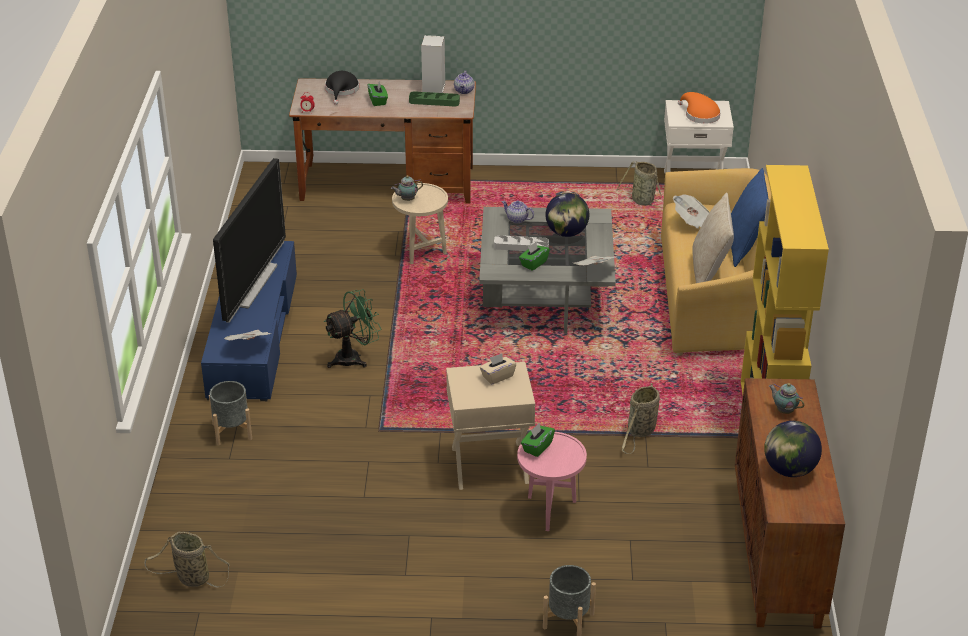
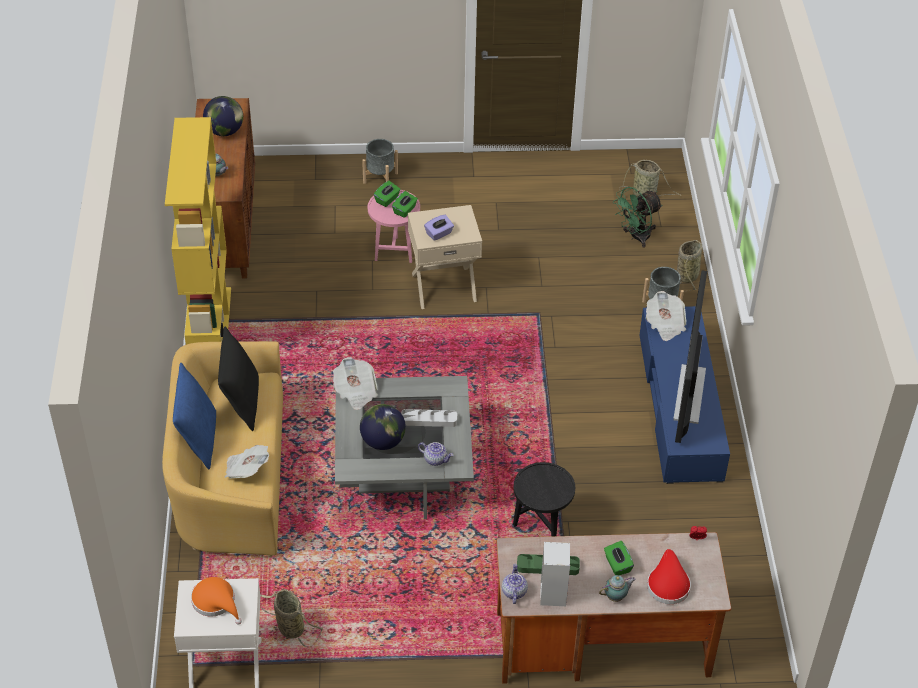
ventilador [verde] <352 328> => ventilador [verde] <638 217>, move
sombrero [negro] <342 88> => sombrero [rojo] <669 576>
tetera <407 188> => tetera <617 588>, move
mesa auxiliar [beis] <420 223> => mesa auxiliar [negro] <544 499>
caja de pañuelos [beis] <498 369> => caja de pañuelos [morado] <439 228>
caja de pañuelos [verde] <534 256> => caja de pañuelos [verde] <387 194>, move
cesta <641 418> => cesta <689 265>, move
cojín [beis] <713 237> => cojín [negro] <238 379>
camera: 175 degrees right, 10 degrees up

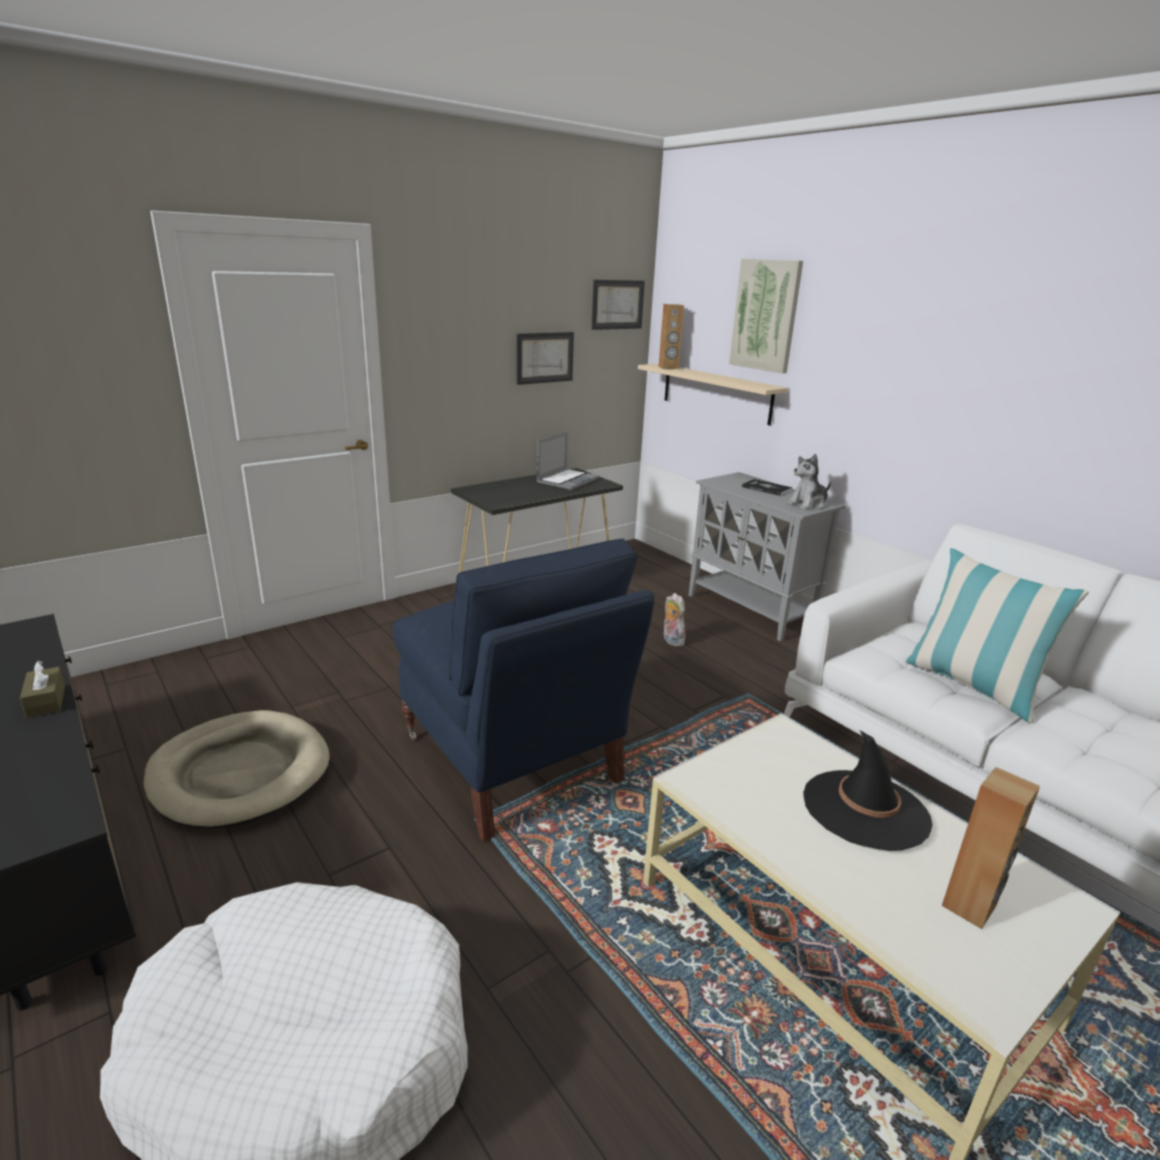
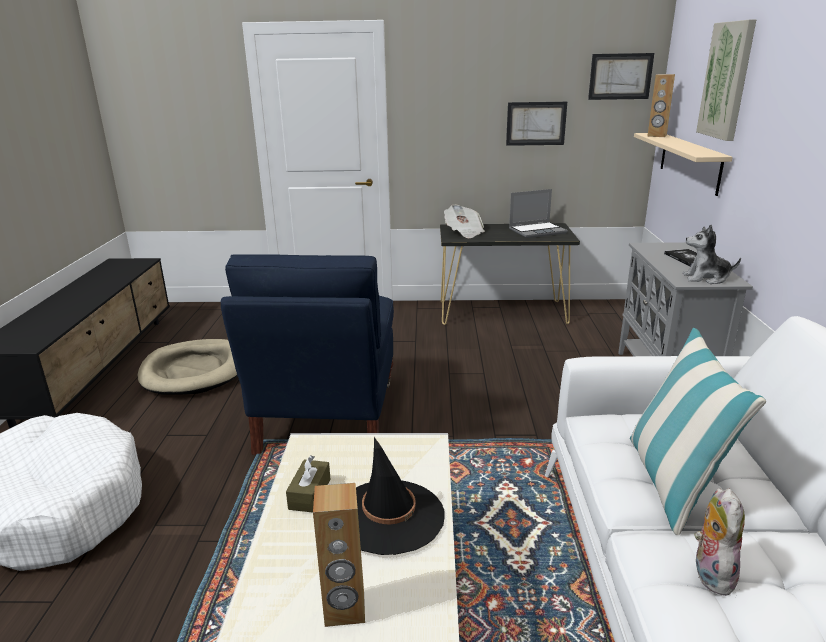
caja de pañuelos [marrón] <42 689> => caja de pañuelos [marrón] <308 484>, move
peluche <674 619> => peluche <719 542>, move
nothing => periódico <464 221>
camera: 40 degrees right, 0 degrees up

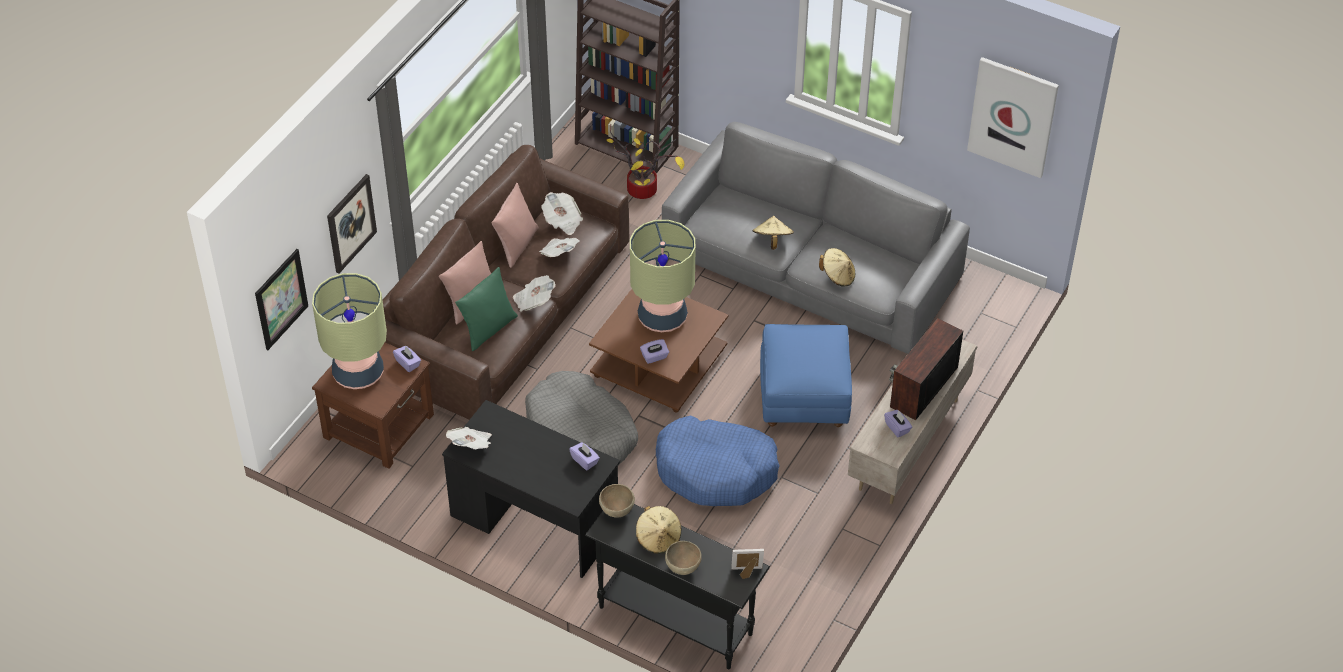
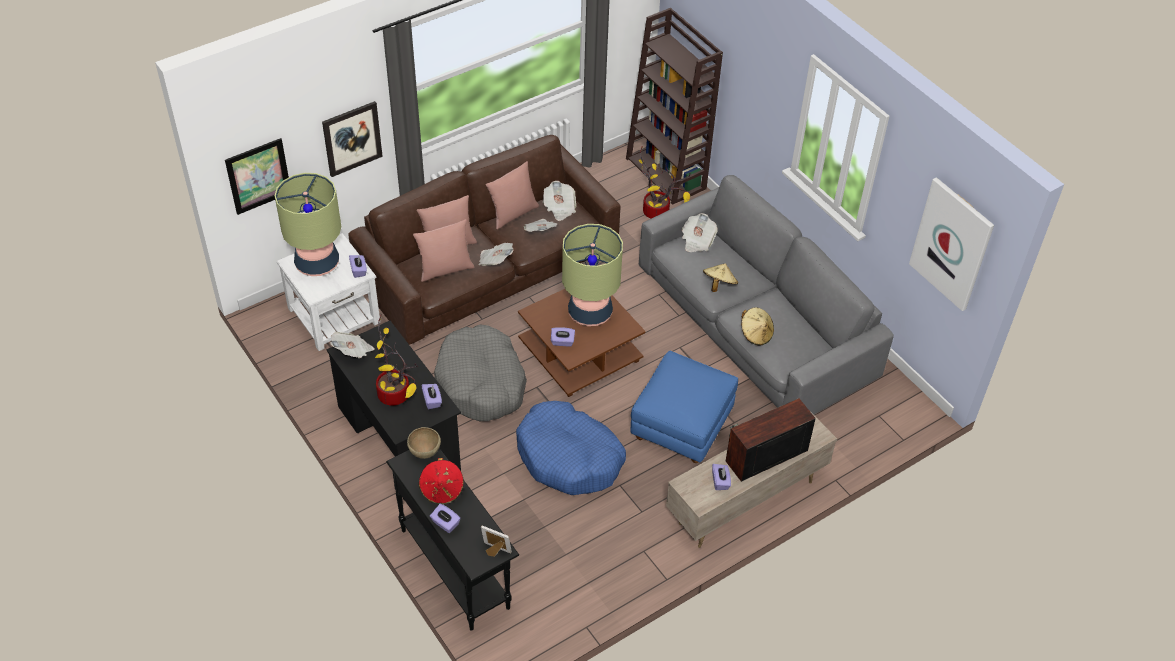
mesa auxiliar [marrón] <373 405> => mesa auxiliar [blanco] <328 292>
cojín [verde] <486 309> => cojín [rosa] <444 250>
sombrero [beis] <659 530> => sombrero [rojo] <441 481>
cuenco [marrón] <683 558> => caja de pañuelos [morado] <445 518>
nothing => planta en maceta <396 360>
nothing => periódico <700 232>
camera: 25 degrees right, 0 degrees up

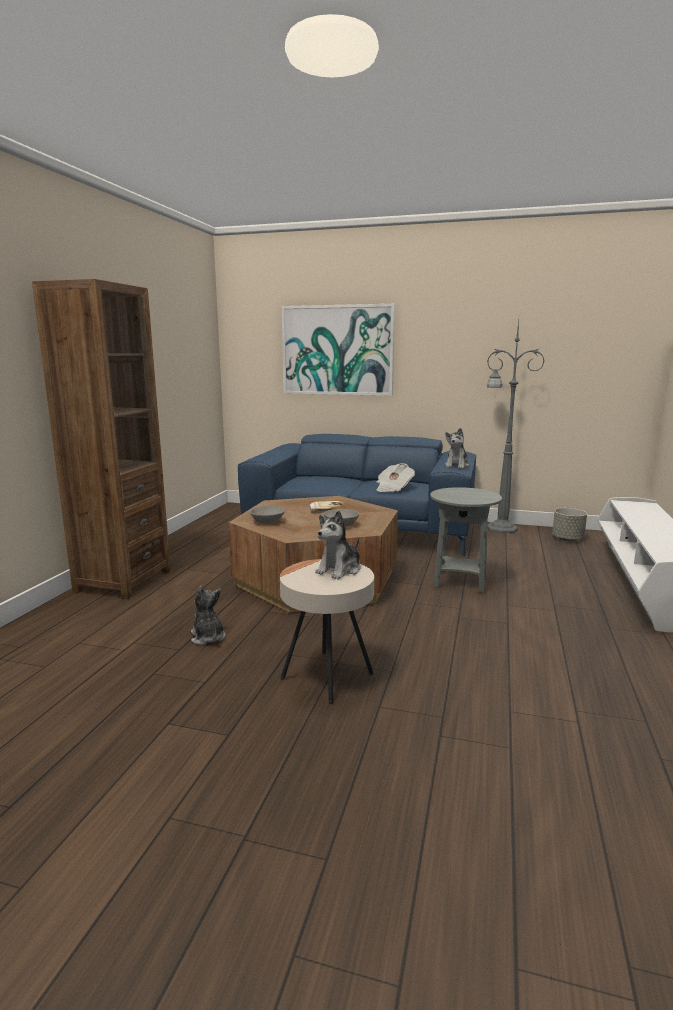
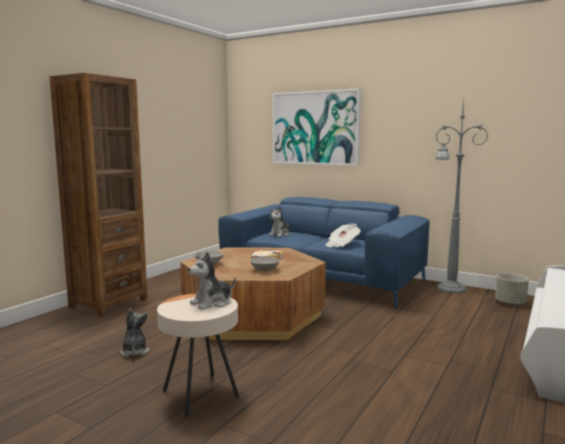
mesa auxiliar [gris] <466 540> => nothing
peluche <457 448> => peluche <279 221>, move
camera: 15 degrees right, 5 degrees down

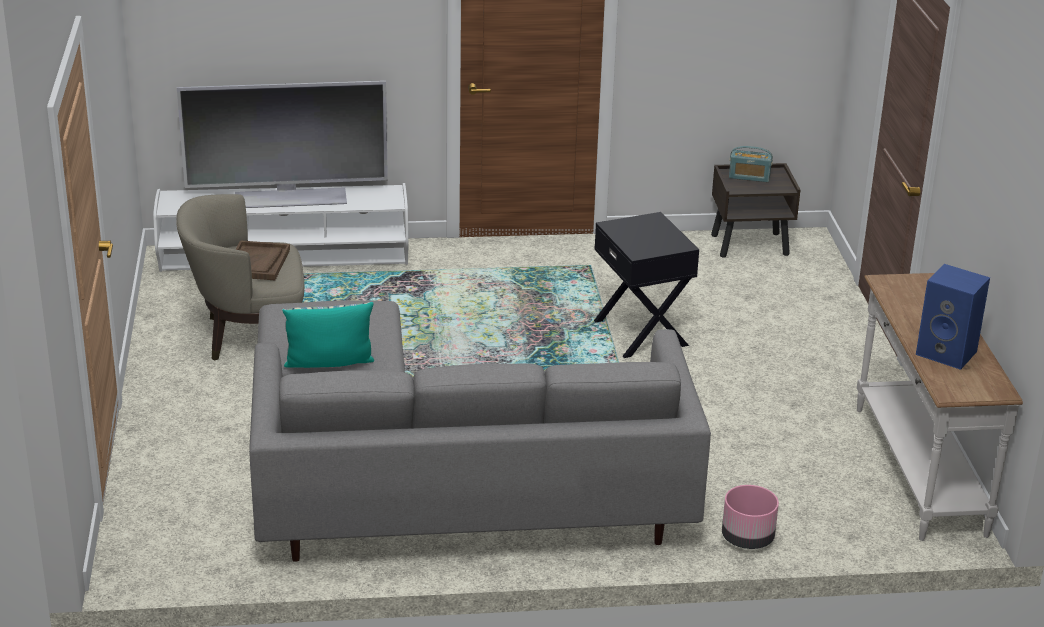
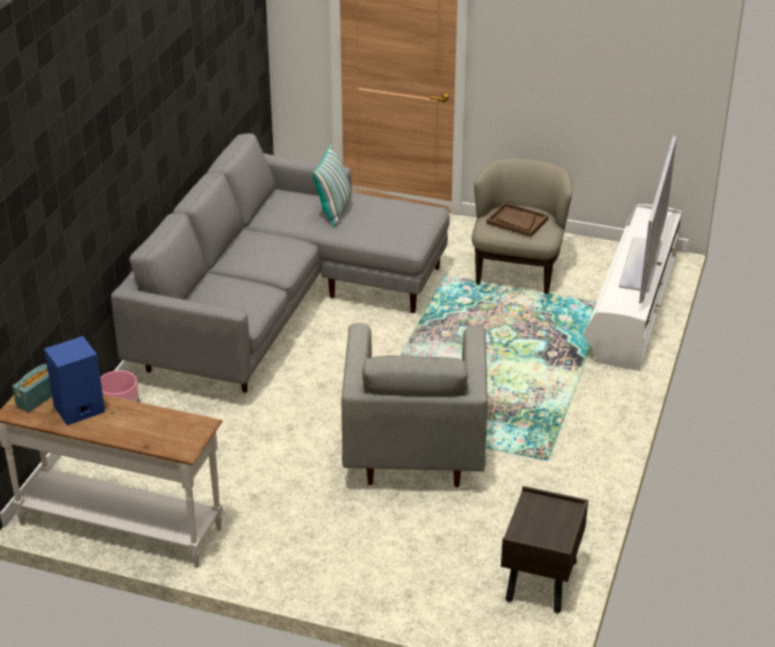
mesa auxiliar [negro] <646 285> => sillón [gris] <414 405>
radio <751 164> => radio <32 388>, move
camera: 115 degrees right, 5 degrees up

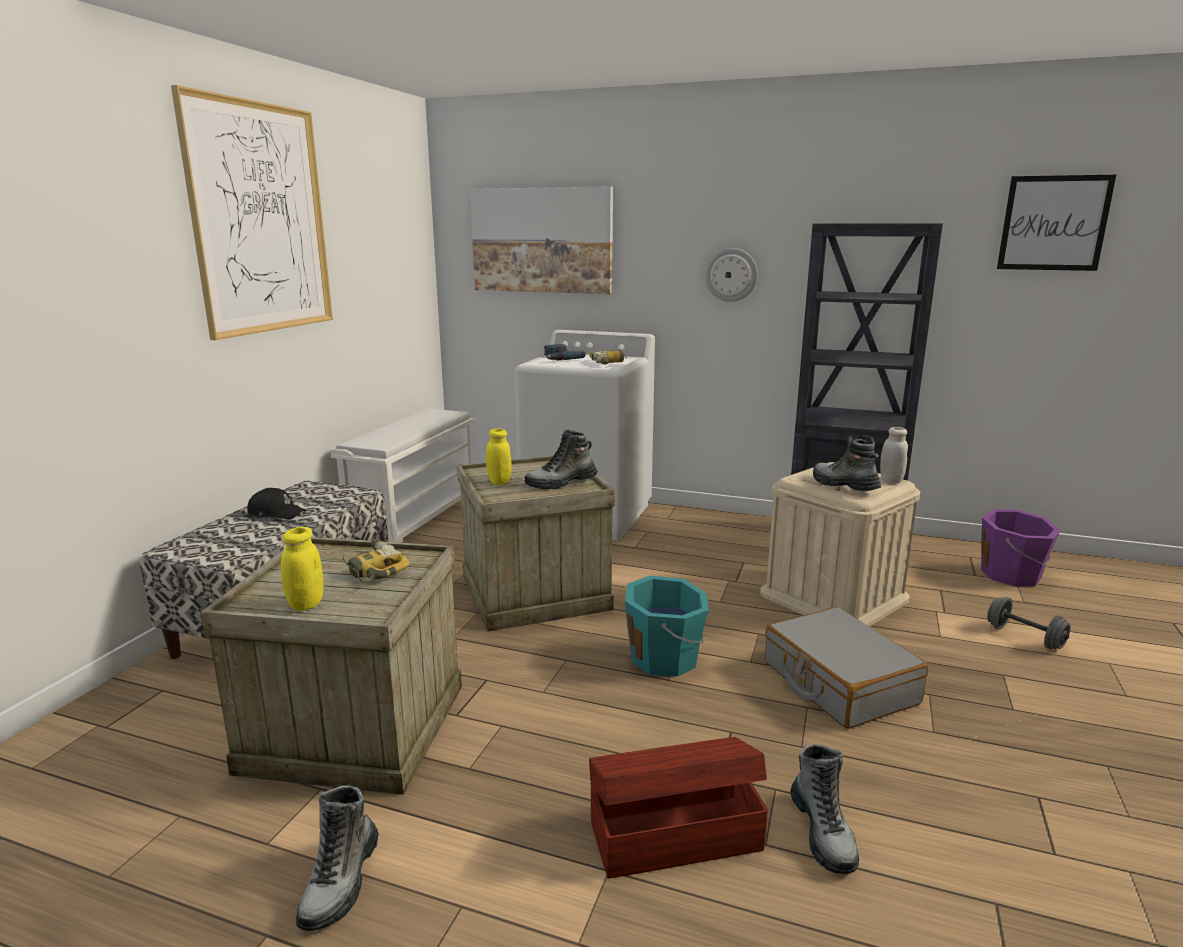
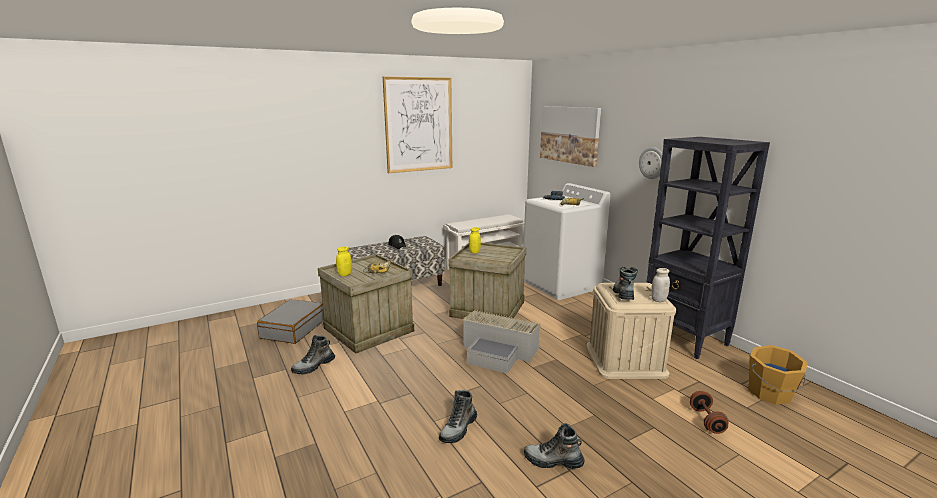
bota <561 459> => bota <554 446>, move
caja de almacenaje [marrón] <678 808> => nothing
cubo [turquesa] <667 626> => caja de almacenaje [gris] <501 342>
maleta [gris] <846 668> => maleta [gris] <290 321>, move
cubo [morado] <1020 547> => cubo [naranja] <778 375>
mancuerna [gris] <1029 623> => mancuerna [marrón] <709 412>
cuadro <1056 223> => nothing
camera: 40 degrees right, 0 degrees up

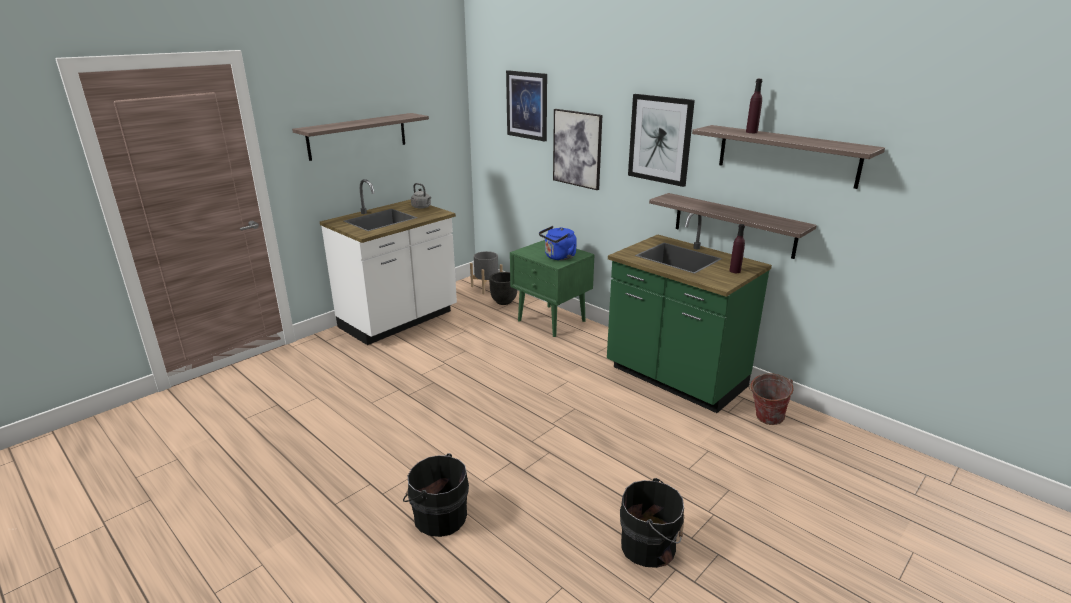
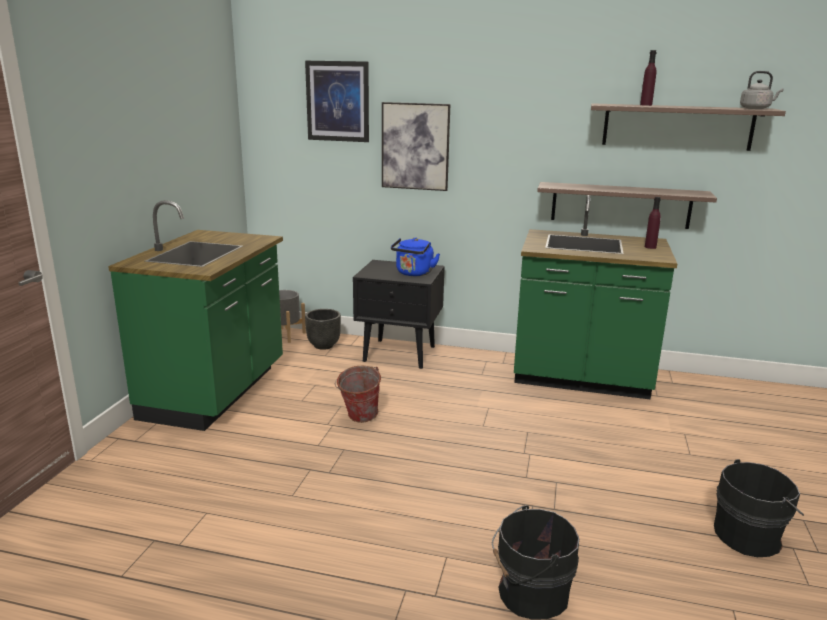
estante <360 137> => nothing
mueble bajo de cocina [blanco] <388 262> => mueble bajo de cocina [verde] <195 315>
hervidor [gris] <421 196> => hervidor [gris] <762 90>, move
mesita de noche [verde] <552 288> => mesita de noche [negro] <399 314>
cuadro <661 140> => nothing
cubo <771 399> => cubo <358 394>, move
camera: 30 degrees left, 5 degrees down

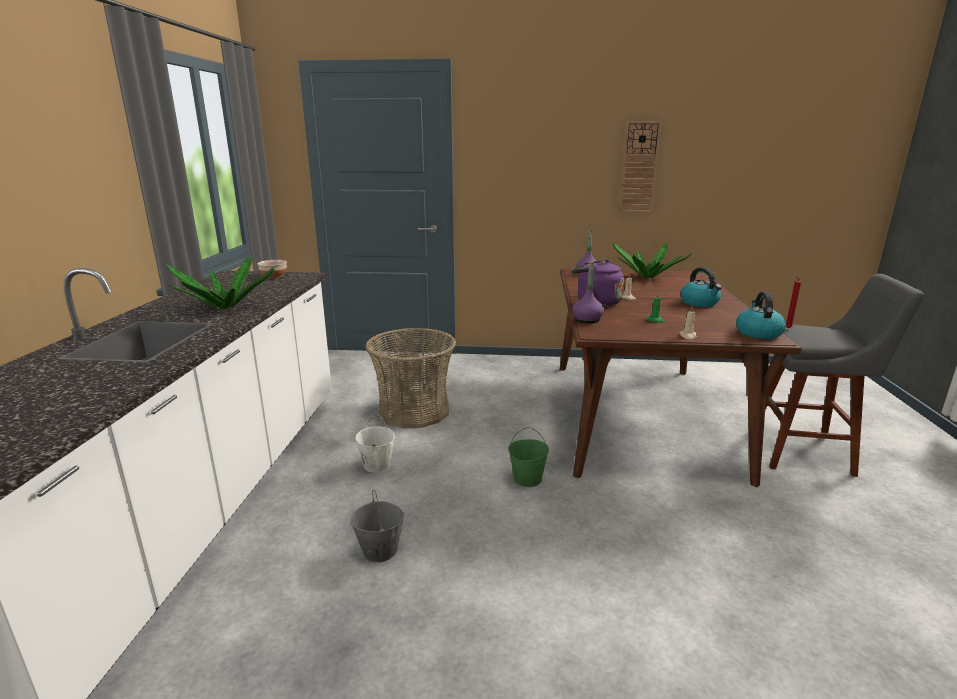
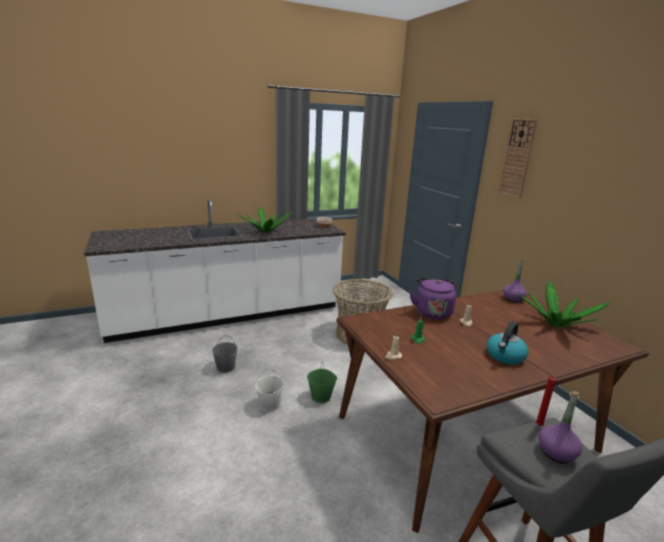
cubo [blanco] <375 444> => cubo [blanco] <269 390>, move
botella [morado] <588 292> => botella [morado] <560 427>, move
reloj de pared <640 166> => reloj de pared <517 158>, move
hervidor <761 315> => nothing
camera: 60 degrees right, 0 degrees up

